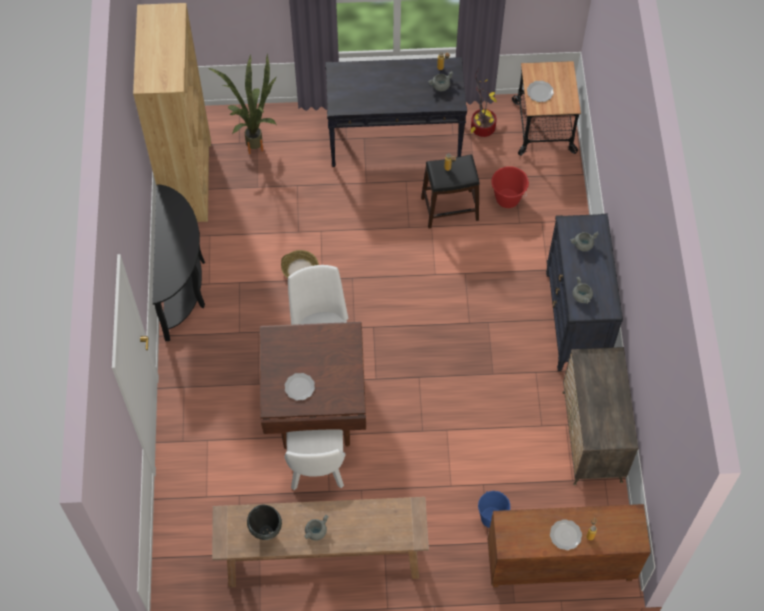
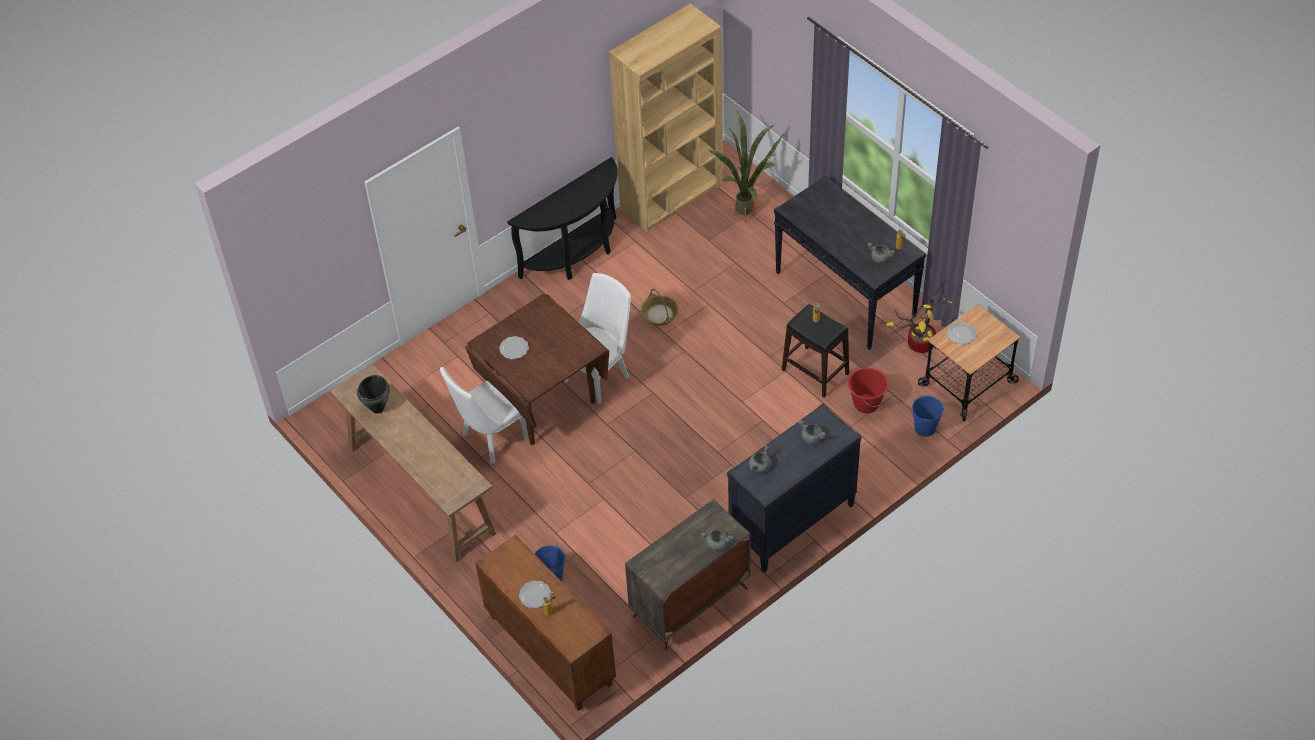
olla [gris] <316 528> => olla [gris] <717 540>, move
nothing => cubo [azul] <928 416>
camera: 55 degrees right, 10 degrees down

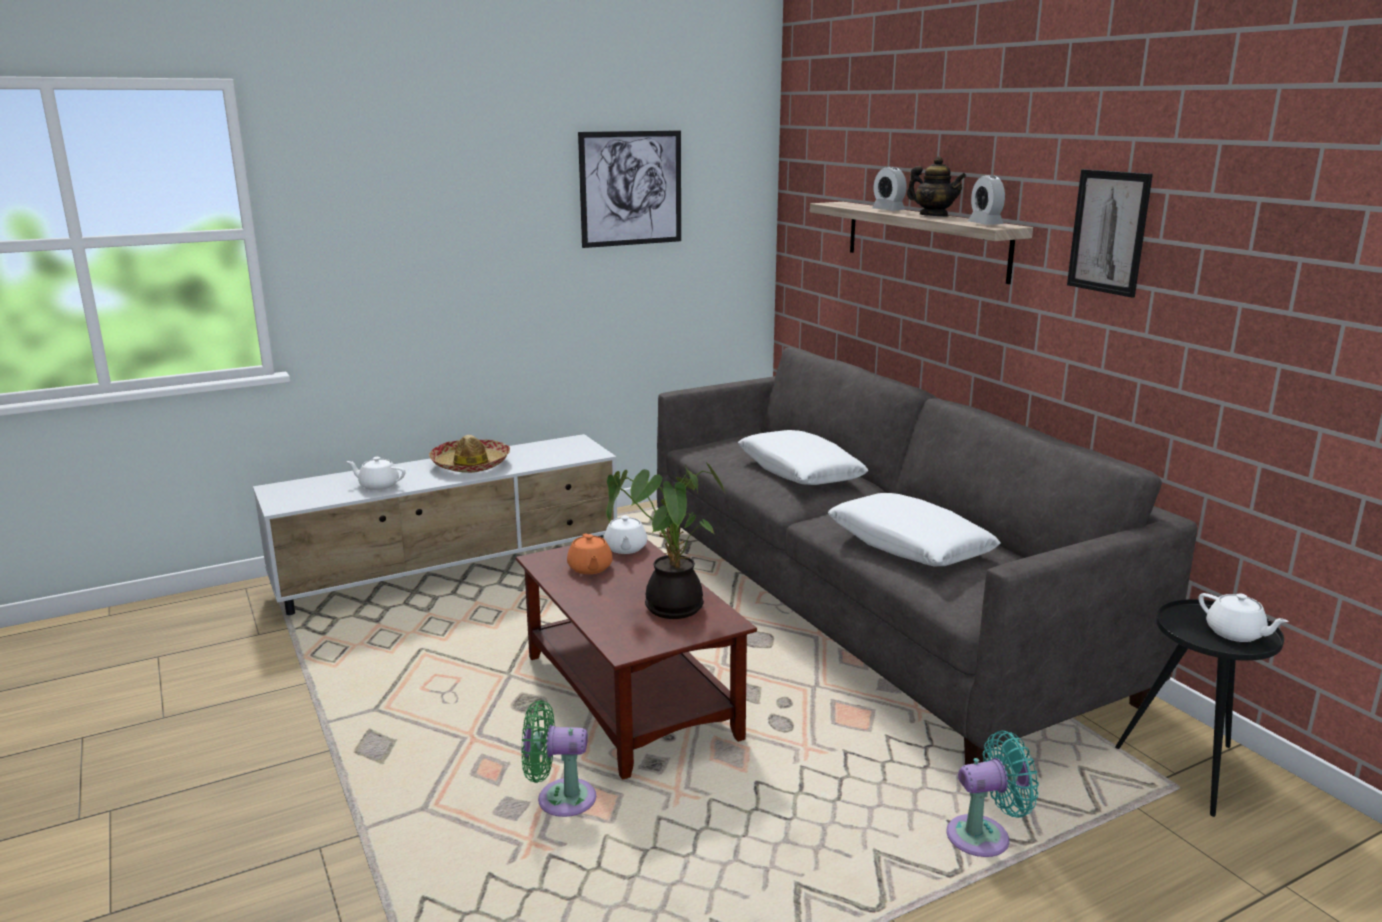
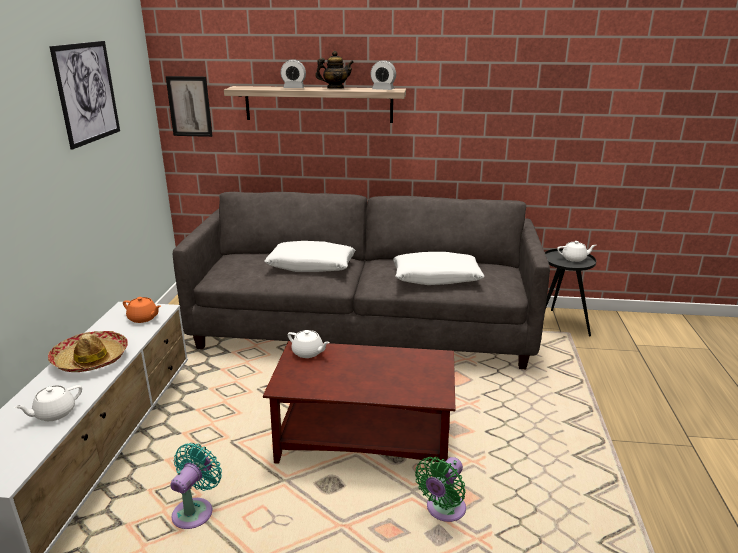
tetera [naranja] <590 553> => tetera [naranja] <142 310>, move
planta en maceta <665 540> => nothing
ventilador [turquesa] <992 794> => ventilador [turquesa] <196 486>, move
cuadro <1110 233> => cuadro <189 106>, move
camera: 55 degrees left, 5 degrees up

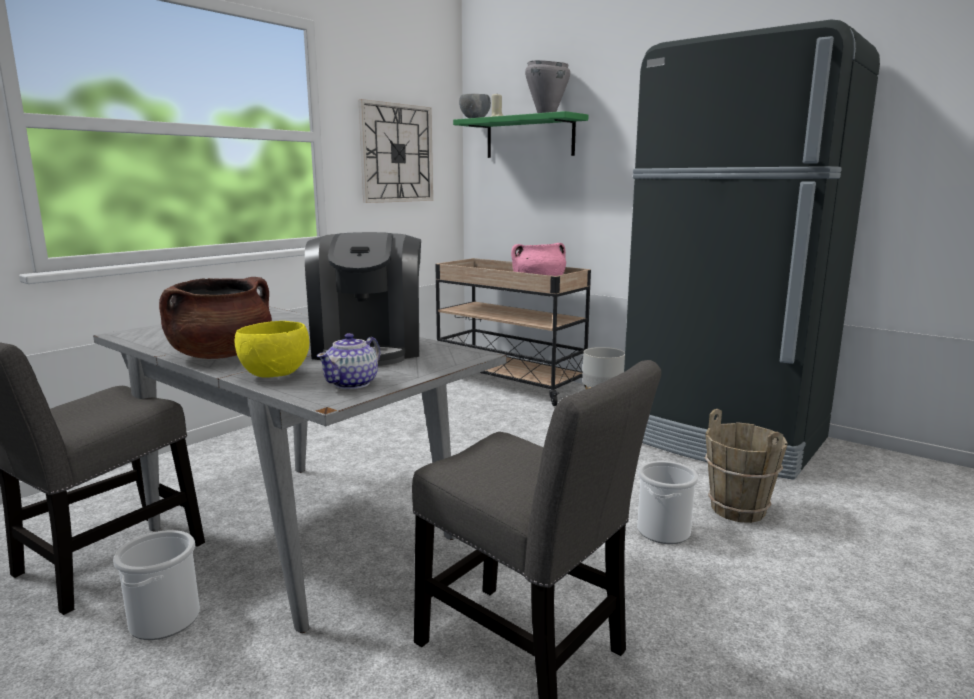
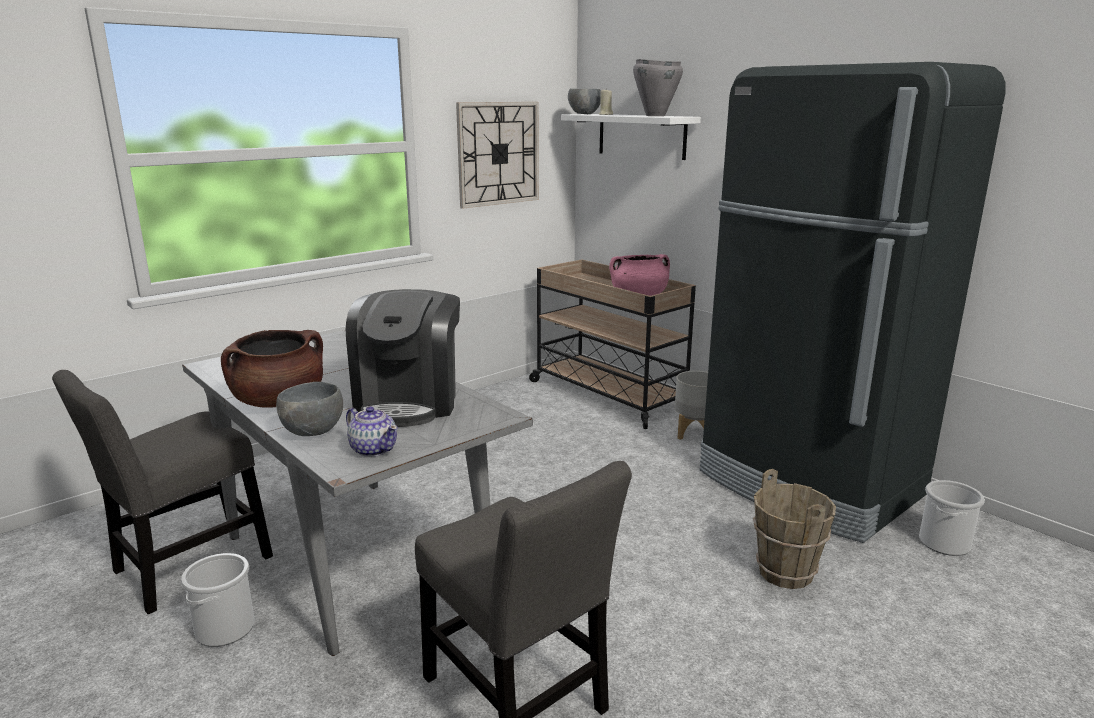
cuenco [amarillo] <272 349> => cuenco [gris] <309 409>
tetera <348 361> => tetera <372 431>, 90 degrees counterclockwise
estante [verde] <520 134> => estante [blanco] <631 137>
cubo <667 502> => cubo <952 518>, move
camera: 10 degrees right, 5 degrees up

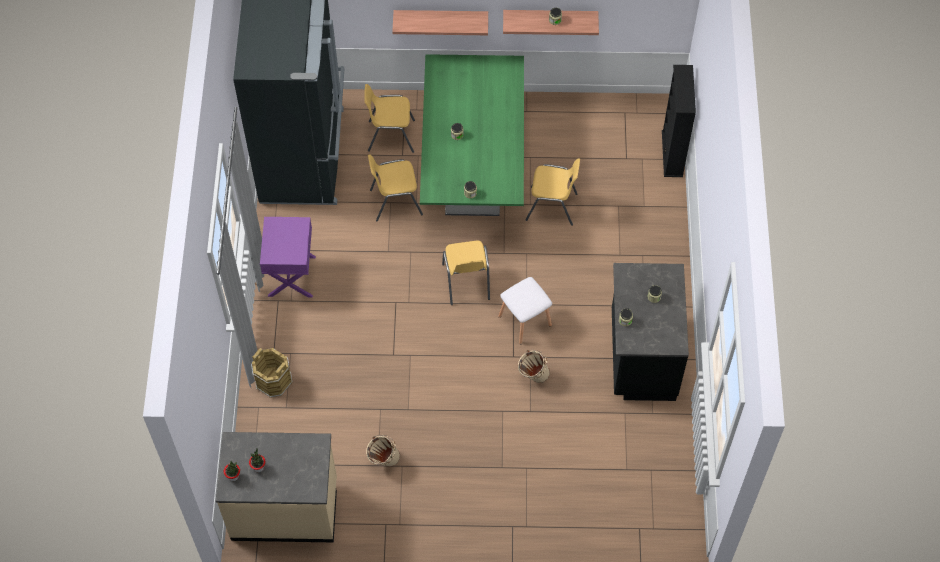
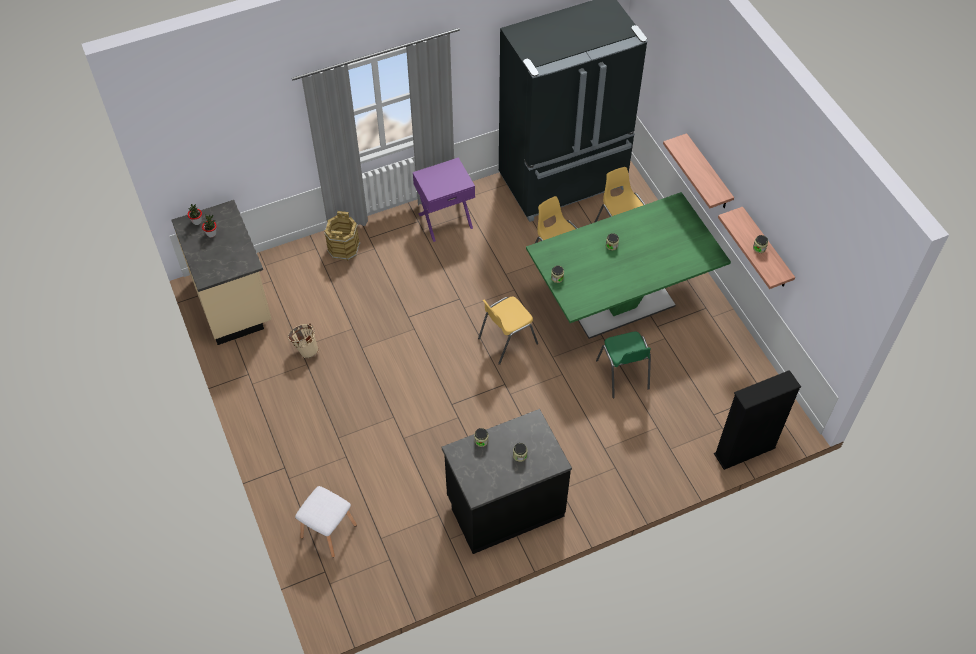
taburete [blanco] <525 310> => taburete [blanco] <326 521>, move
cubo [beis] <534 366> => nothing
silla [amarillo] <552 192> => silla [verde] <623 365>
camera: 65 degrees right, 5 degrees down

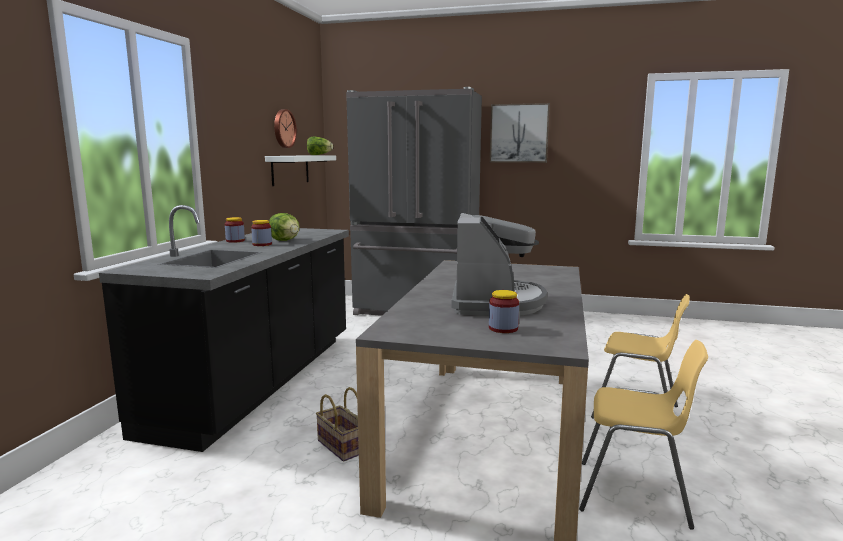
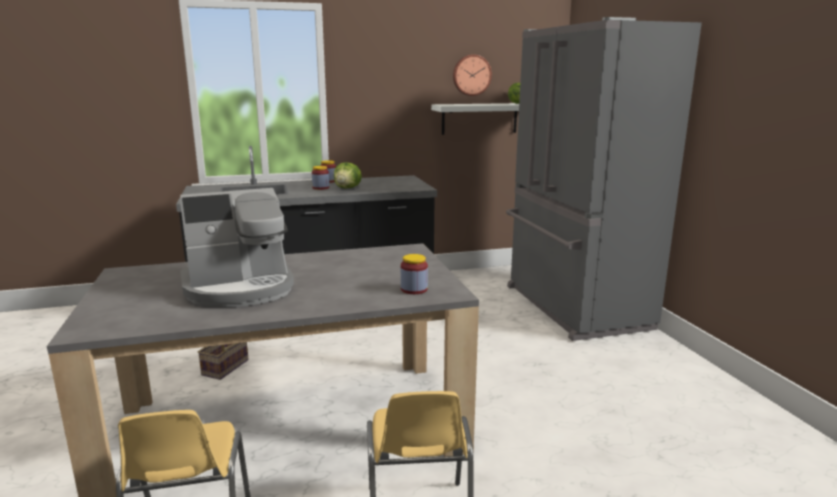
tarro <504 311> => tarro <414 274>, move
cuadro <520 133> => nothing
camera: 60 degrees right, 5 degrees up

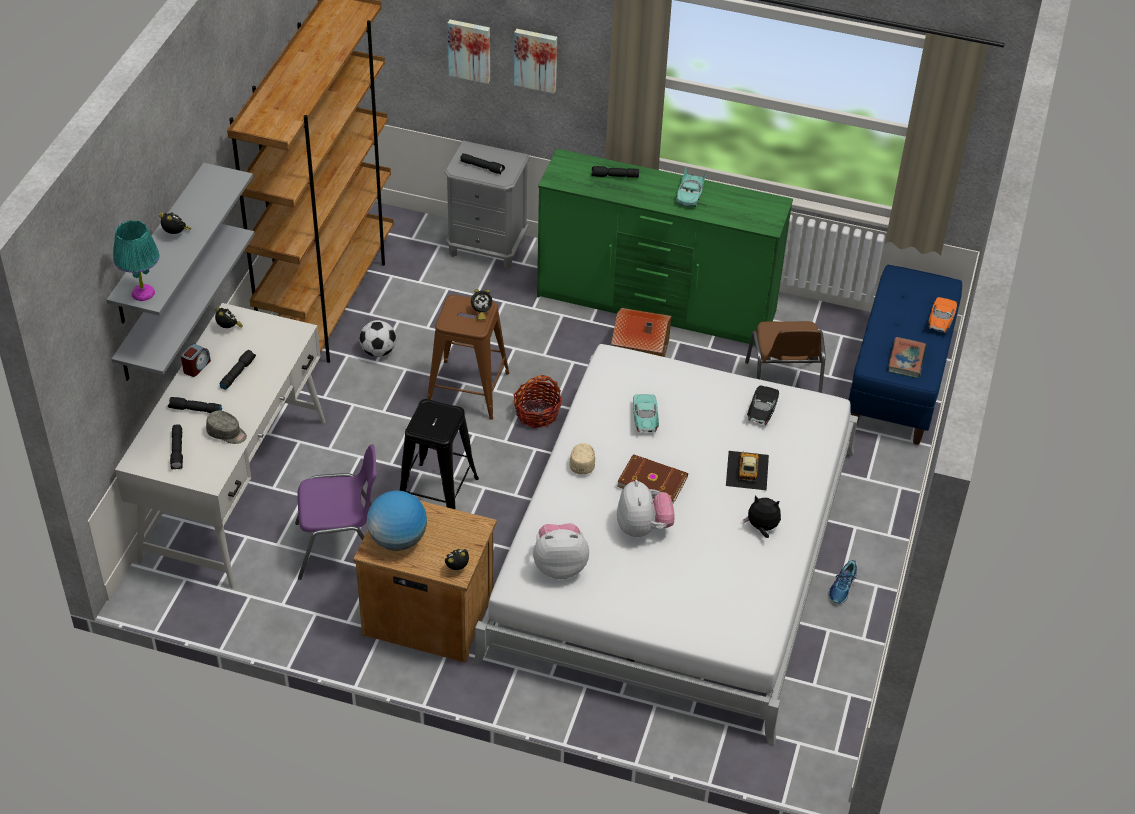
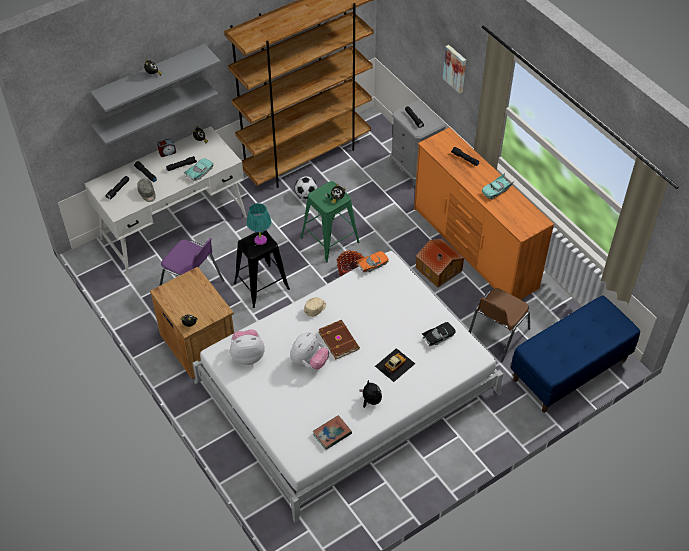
lámpara de mesa [turquesa] <136 260> => lámpara de mesa [turquesa] <258 224>, move
globo terráqueo <397 521> => nothing
taburete [marrón] <468 357> => taburete [verde] <330 222>
cuadro <469 52> => nothing
peluche <561 551> => peluche <247 347>, 45 degrees counterclockwise
cómoda [verde] <665 247> => cómoda [naranja] <484 213>
coche de juguete [turquesa] <646 413> => coche de juguete [turquesa] <199 169>, move
zapato <843 582> => nothing
libro <907 357> => libro <332 432>, move
coche de juguete [naranja] <942 315> => coche de juguete [naranja] <372 261>, move
camera: 40 degrees right, 5 degrees up

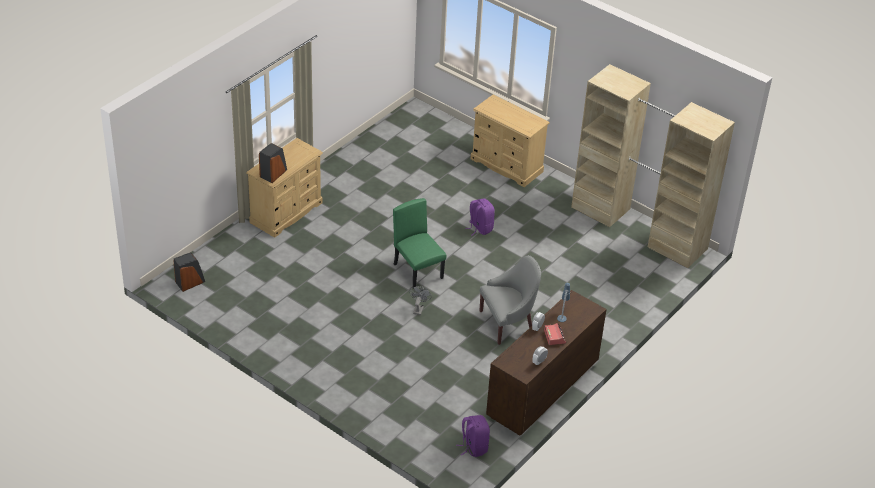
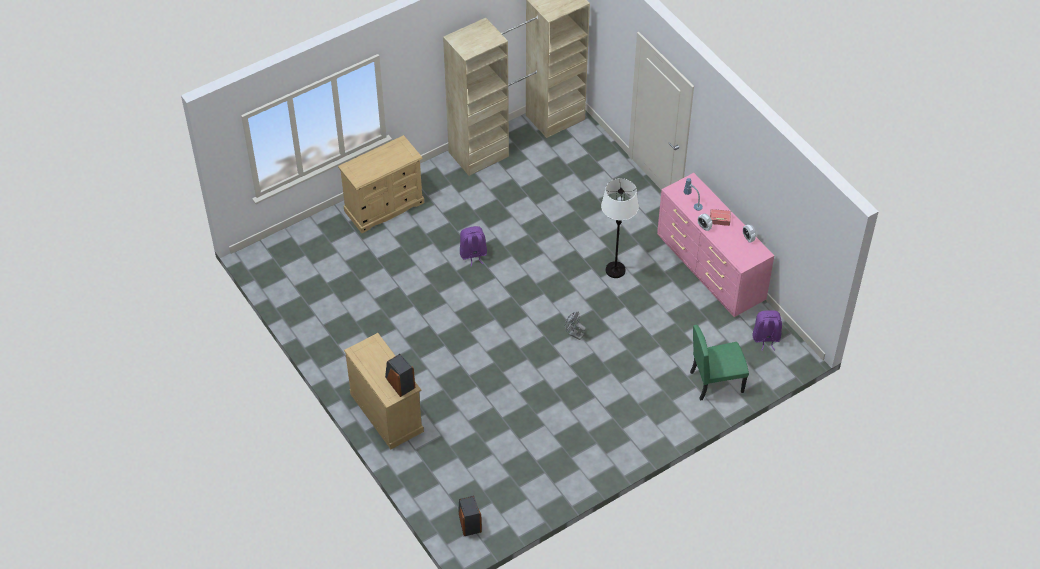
silla [verde] <420 243> => silla [verde] <719 362>, move
sillón [gris] <510 300> => lámpara de pie [blanco] <620 228>
cómoda [marrón] <546 362> => cómoda [rosa] <715 245>
camera: 70 degrees left, 10 degrees up

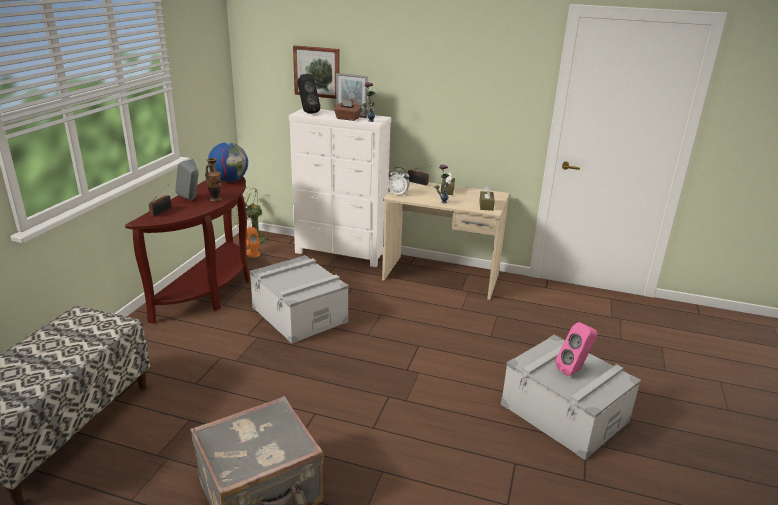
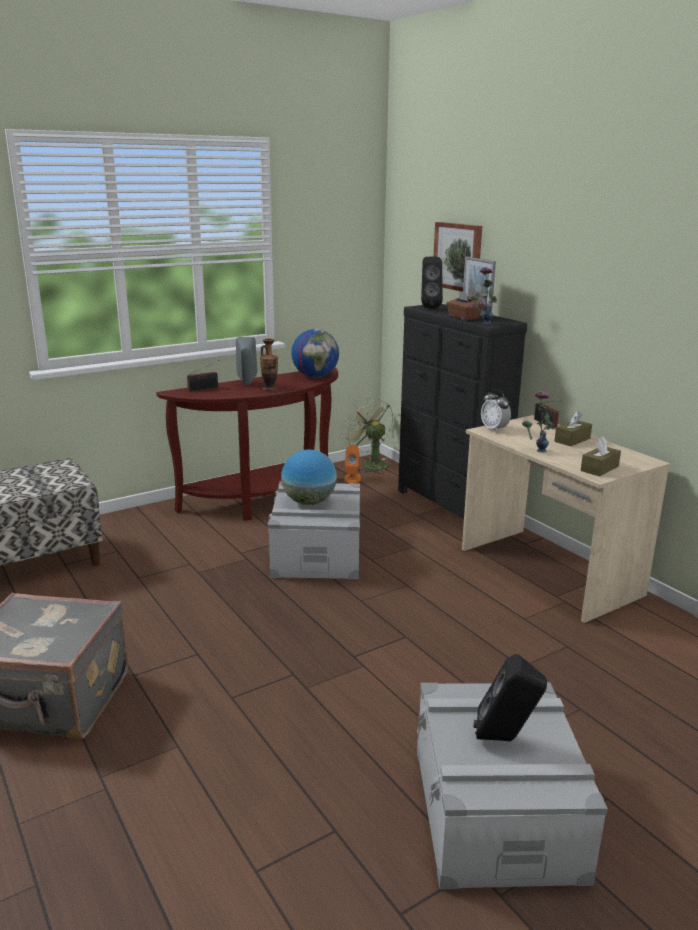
cómoda [blanco] <340 187> => cómoda [negro] <462 411>
altavoz [rosa] <576 349> => altavoz [negro] <510 697>
nothing => globo terráqueo <309 477>
camera: 40 degrees right, 5 degrees down

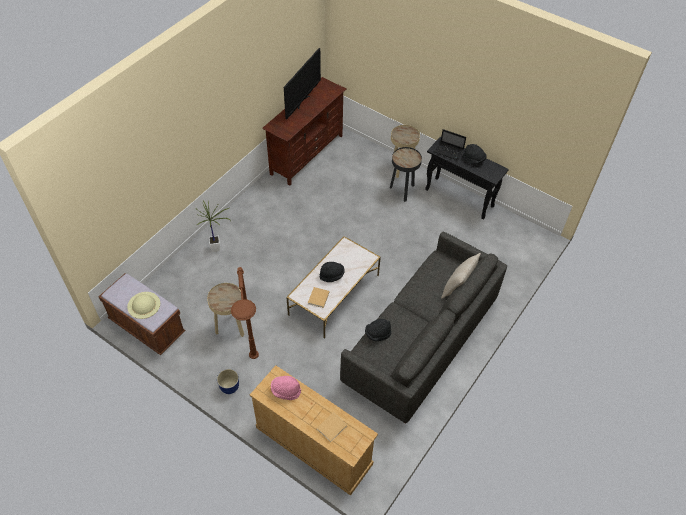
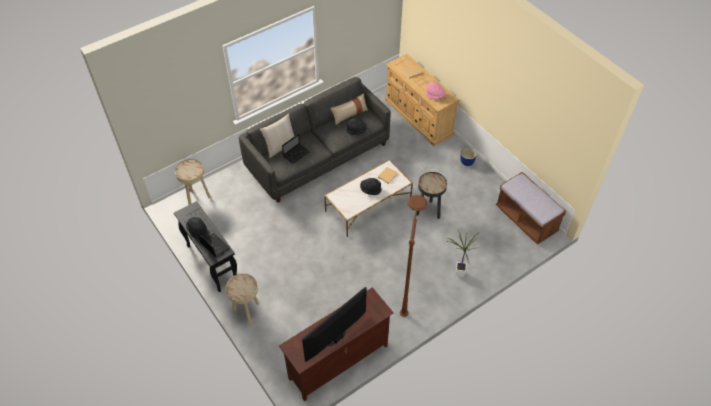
sombrero [beis] <143 305> => nothing
mesa auxiliar [beis] <225 310> => mesa auxiliar [beis] <192 182>, move
lámpara de pie [marrón] <245 313> => lámpara de pie [marrón] <414 256>, move
mesa auxiliar [negro] <406 174> => mesa auxiliar [negro] <432 195>, move
nothing => portátil <296 149>
nothing => cojín [beis] <349 109>
camera: 160 degrees left, 0 degrees up

